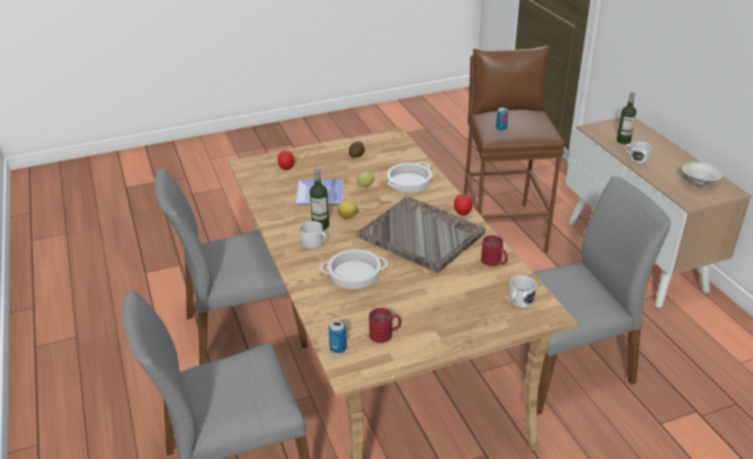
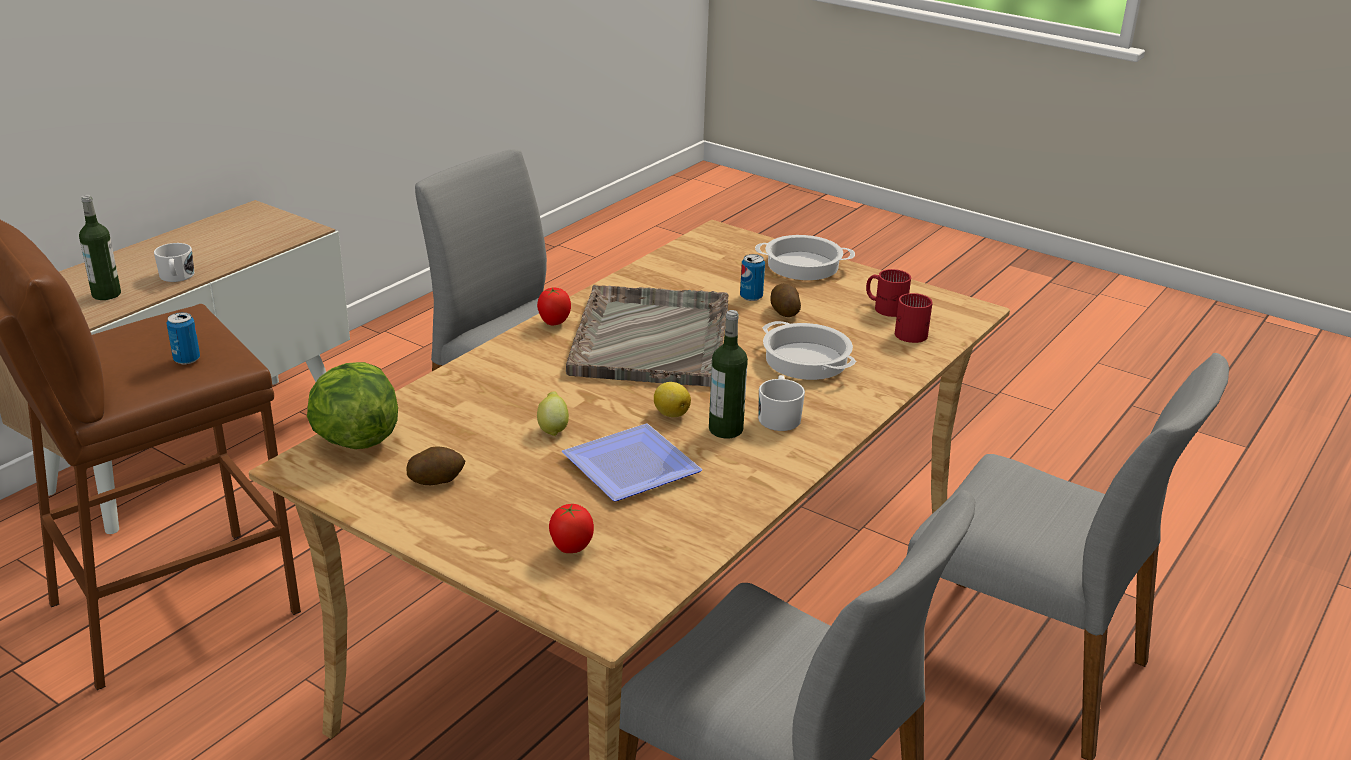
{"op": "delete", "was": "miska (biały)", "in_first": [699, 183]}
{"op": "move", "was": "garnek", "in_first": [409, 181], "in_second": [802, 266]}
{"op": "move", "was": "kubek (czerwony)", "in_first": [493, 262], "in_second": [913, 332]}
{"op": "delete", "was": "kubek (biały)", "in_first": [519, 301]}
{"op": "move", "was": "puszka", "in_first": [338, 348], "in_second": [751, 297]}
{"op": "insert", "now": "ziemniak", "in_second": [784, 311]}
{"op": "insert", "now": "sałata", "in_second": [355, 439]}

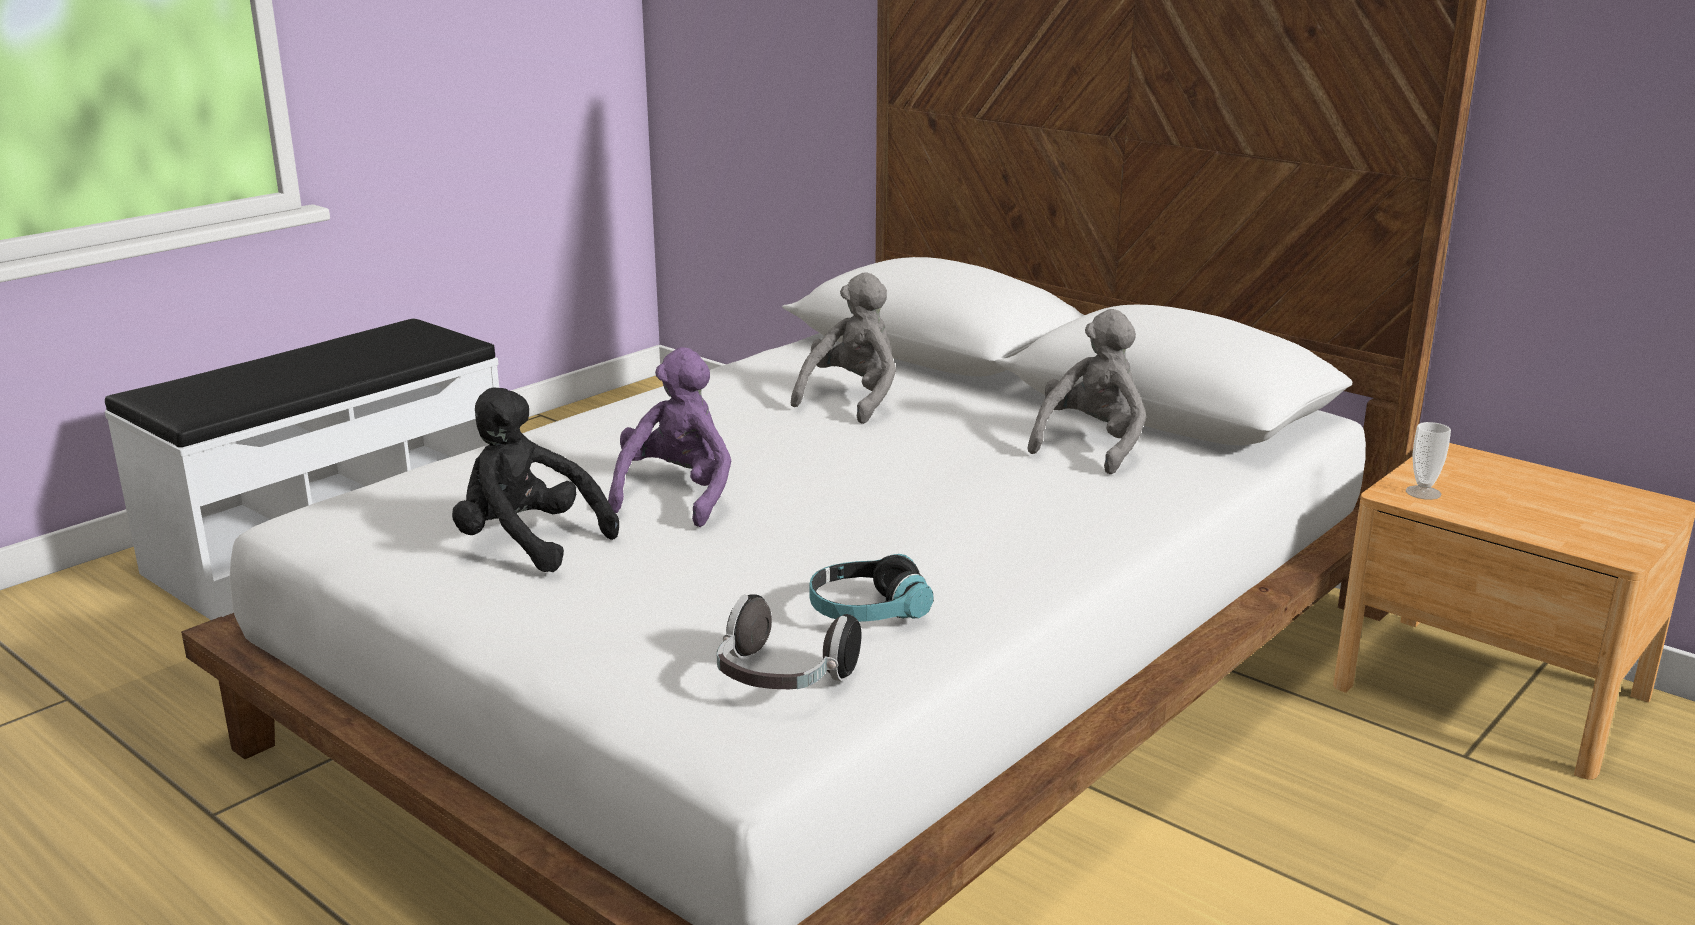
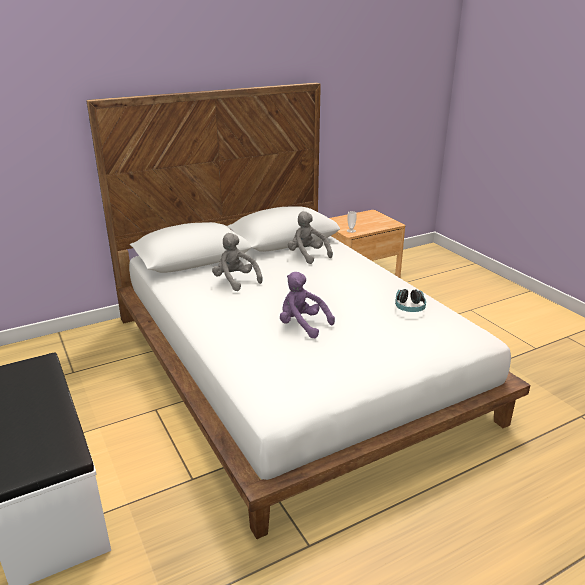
{"op": "delete", "was": "pluszak (czarny)", "in_first": [527, 543]}
{"op": "delete", "was": "słuchawki", "in_first": [782, 680]}

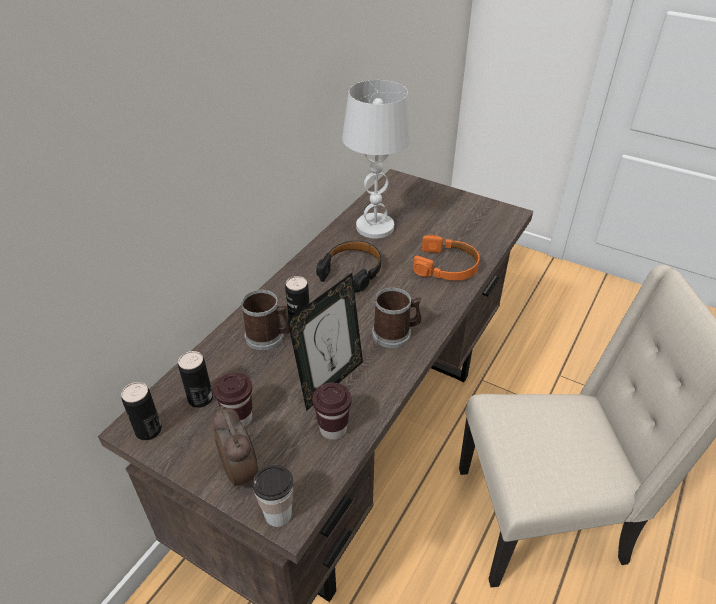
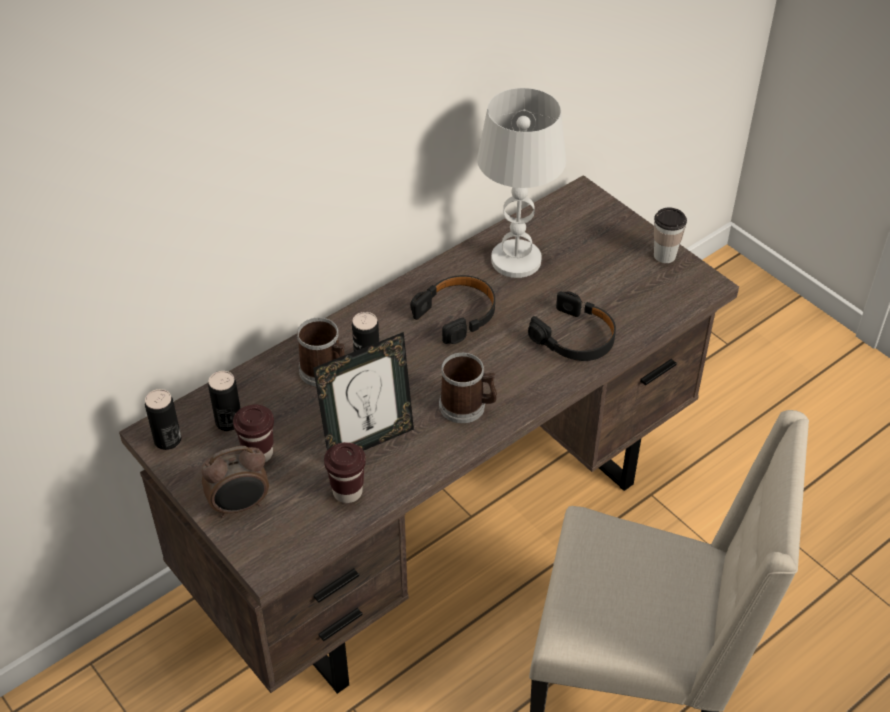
{"op": "recolor", "was": "słuchawki (pomarańczowy)", "now": "słuchawki (czarny)", "in_first": [446, 266], "in_second": [575, 338]}
{"op": "rotate", "was": "budzik", "in_first": [241, 471], "in_second": [240, 506], "clockwise": 75}
{"op": "move", "was": "filiżanka", "in_first": [278, 514], "in_second": [664, 255]}

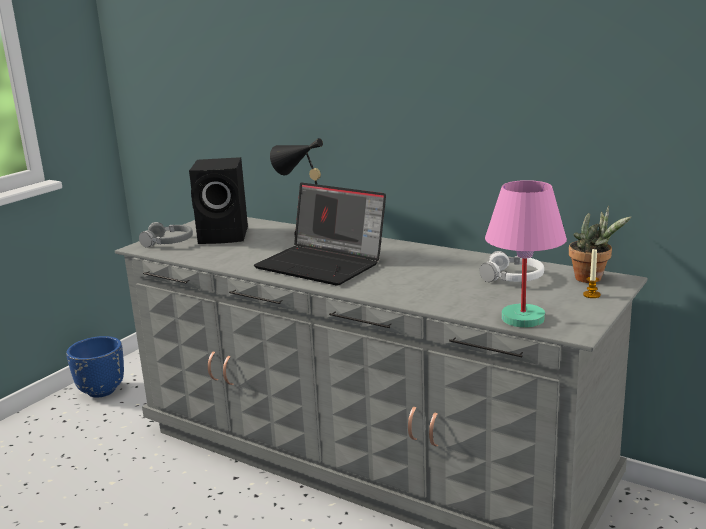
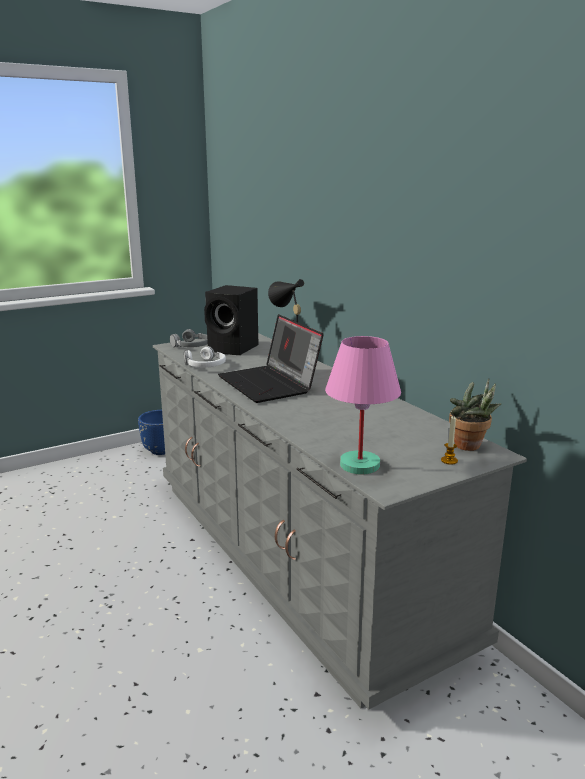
{"op": "move", "was": "słuchawki (biały)", "in_first": [513, 277], "in_second": [205, 365]}

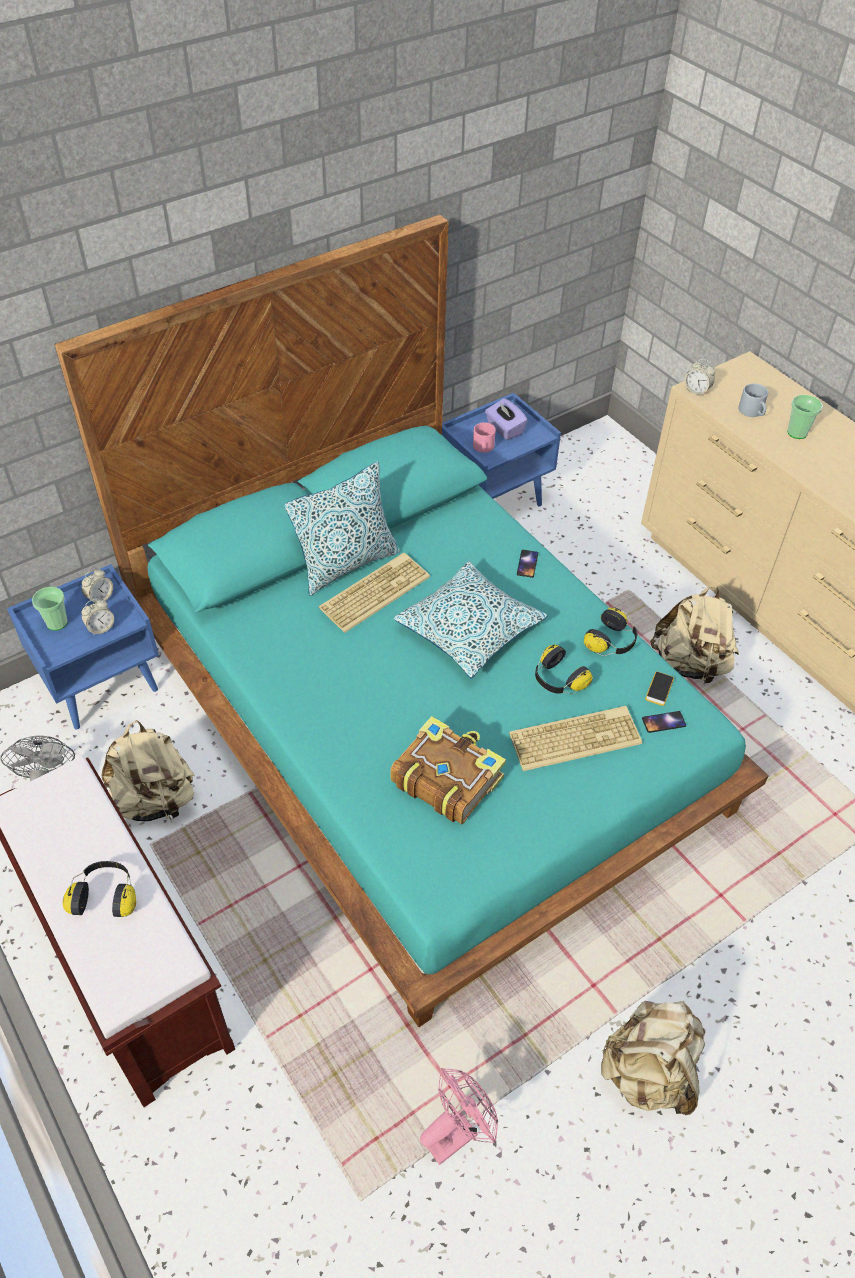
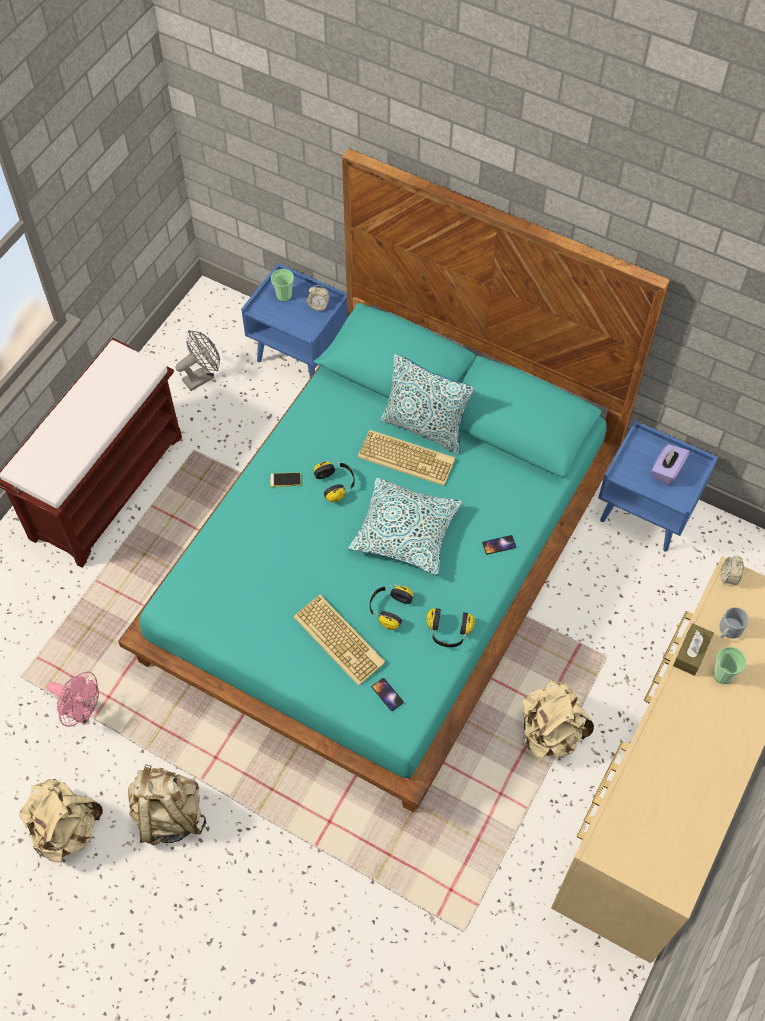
{"op": "delete", "was": "kubek (różowy)", "in_first": [483, 448]}
{"op": "delete", "was": "budzik", "in_first": [101, 628]}
{"op": "move", "was": "telefon", "in_first": [659, 689], "in_second": [285, 480]}
{"op": "delete", "was": "książka", "in_first": [446, 778]}
{"op": "move", "was": "plecak (beżowy)", "in_first": [155, 800], "in_second": [66, 828]}
{"op": "move", "was": "słuchawki", "in_first": [106, 896], "in_second": [336, 484]}
{"op": "insert", "now": "pudełko chusteczek (brązowy)", "in_second": [691, 653]}

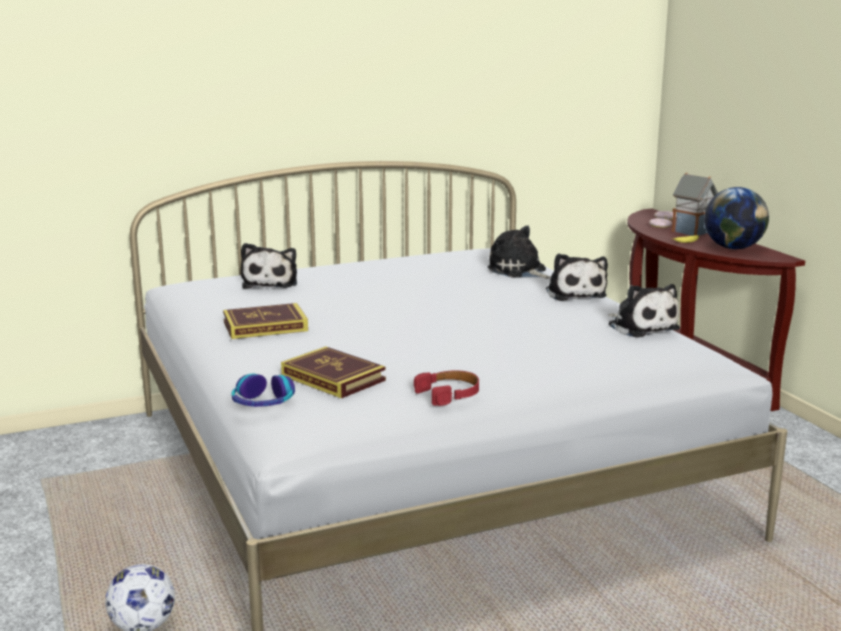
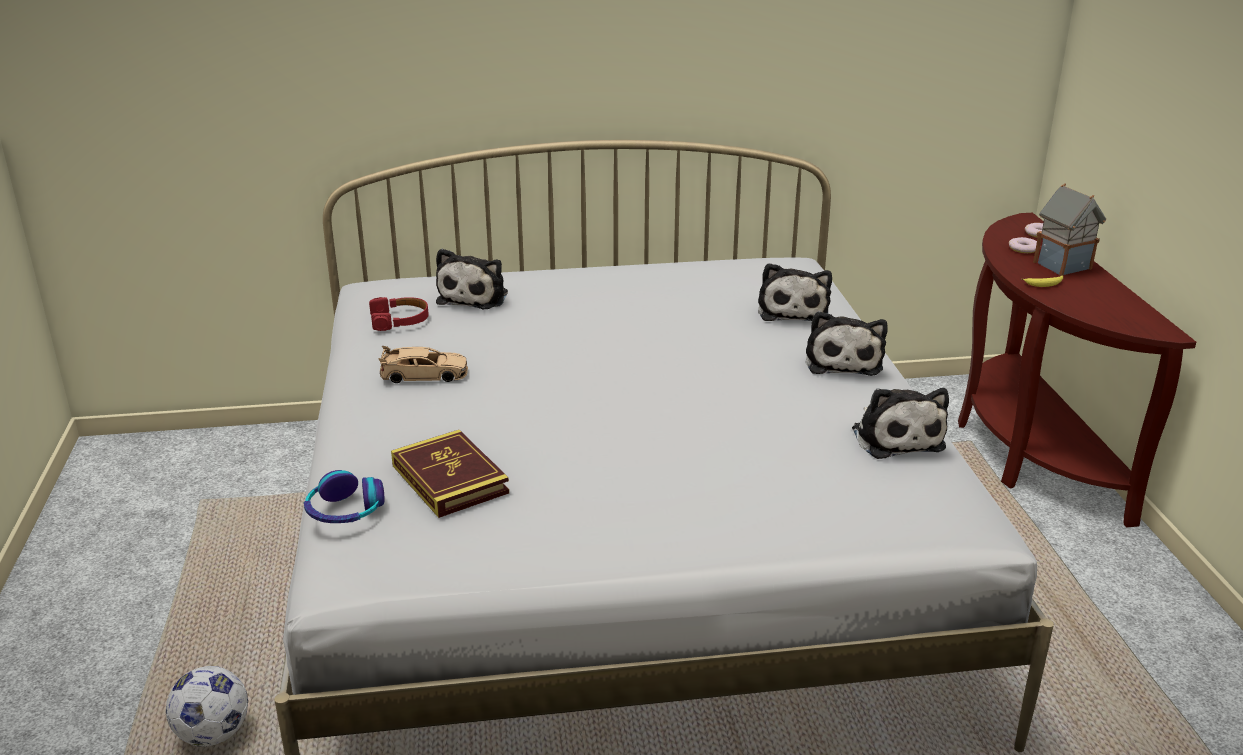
{"op": "delete", "was": "globus", "in_first": [733, 248]}
{"op": "rotate", "was": "pluszak", "in_first": [519, 271], "in_second": [792, 310], "clockwise": -150}
{"op": "replace", "was": "książka", "now": "samochodzik (beżowy)", "in_first": [265, 326], "in_second": [424, 375]}
{"op": "move", "was": "słuchawki (czerwony)", "in_first": [449, 394], "in_second": [400, 320]}

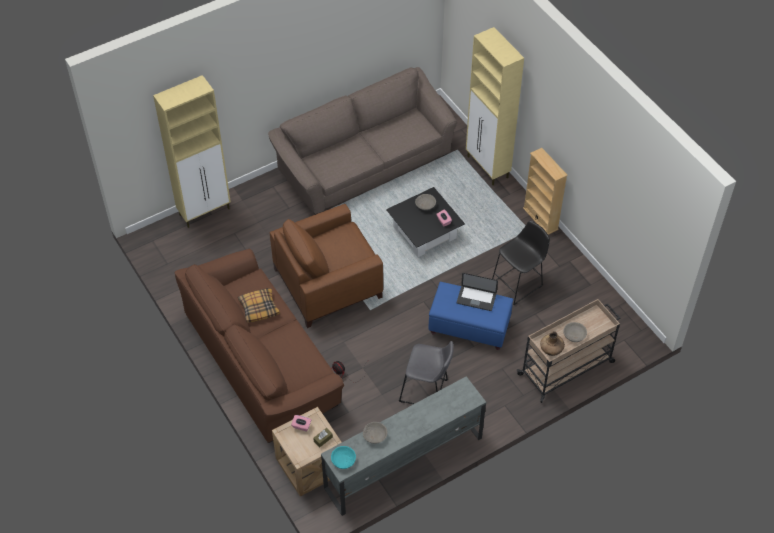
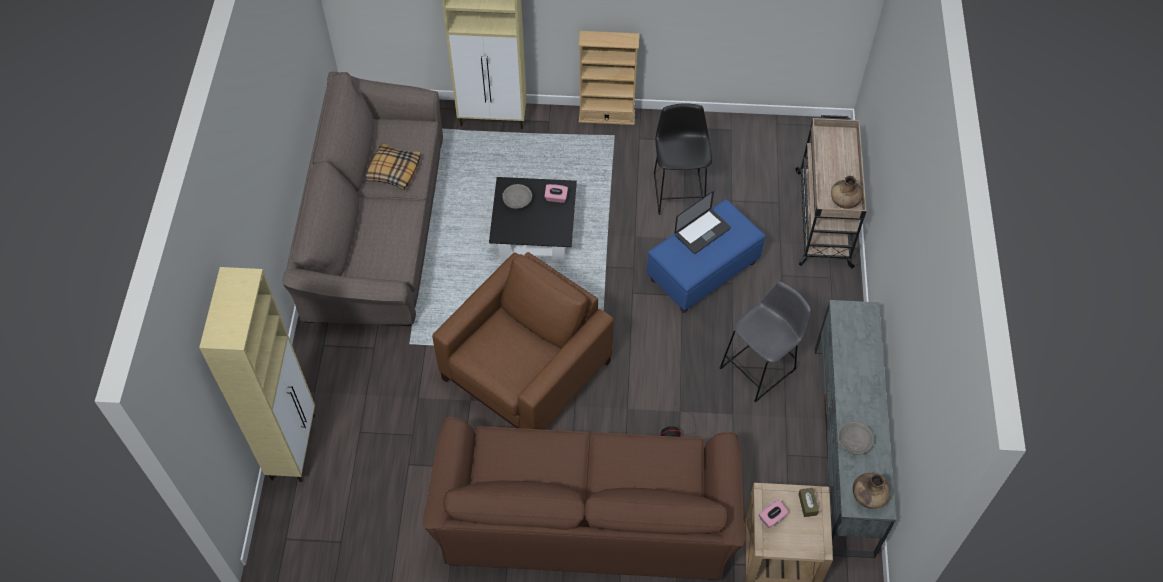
{"op": "rotate", "was": "fotel (brązowy)", "in_first": [328, 282], "in_second": [525, 372], "clockwise": -150}
{"op": "move", "was": "poduszka", "in_first": [259, 308], "in_second": [393, 171]}
{"op": "delete", "was": "miska (szary)", "in_first": [574, 335]}
{"op": "replace", "was": "miska (turkusowy)", "now": "wazon (brązowy)", "in_first": [343, 460], "in_second": [868, 497]}

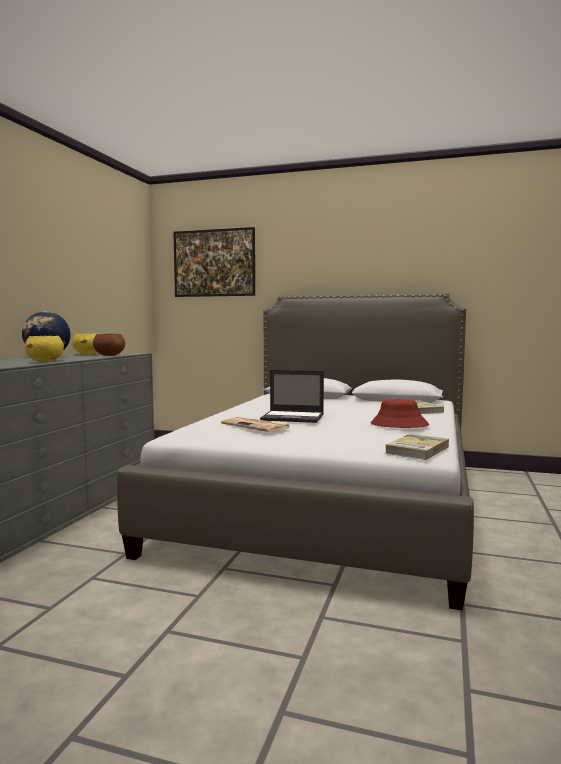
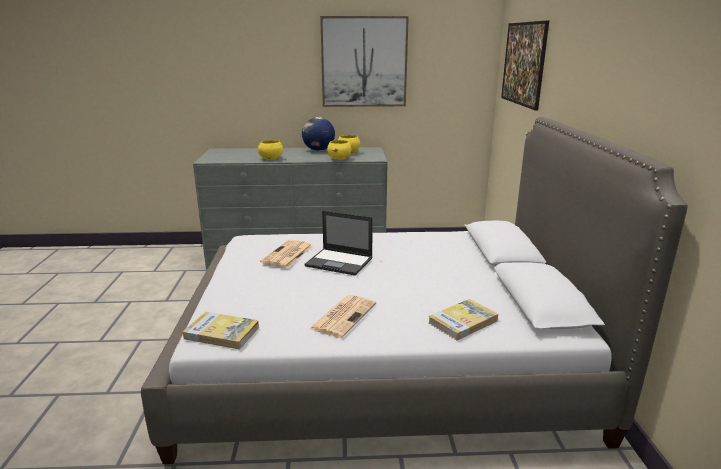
{"op": "recolor", "was": "miska (brązowy)", "now": "miska (żółty)", "in_first": [109, 355], "in_second": [339, 159]}
{"op": "rotate", "was": "laptop", "in_first": [293, 417], "in_second": [340, 262], "clockwise": -60}
{"op": "replace", "was": "kapelusz (czerwony)", "now": "gazeta", "in_first": [399, 425], "in_second": [343, 316]}
{"op": "insert", "now": "obraz", "in_second": [364, 62]}

